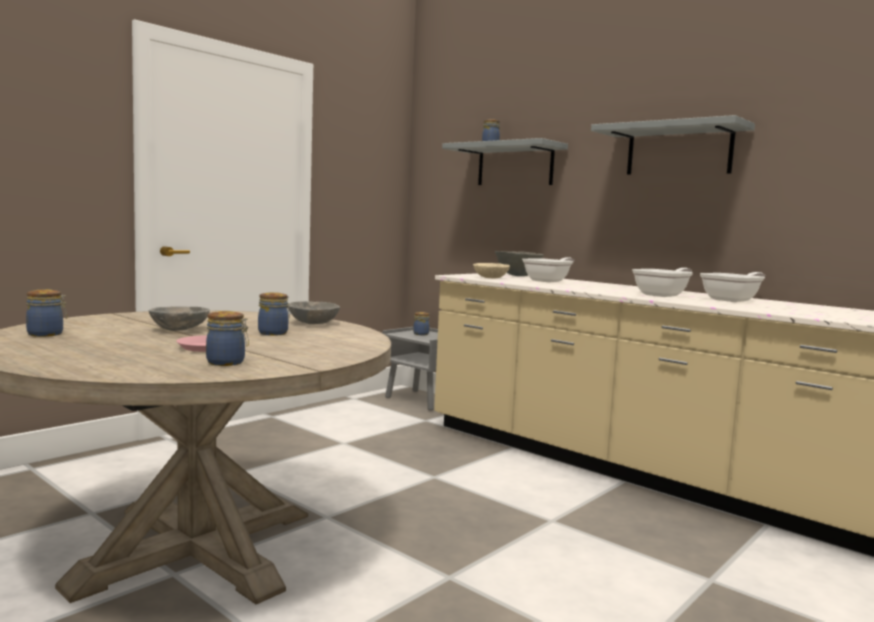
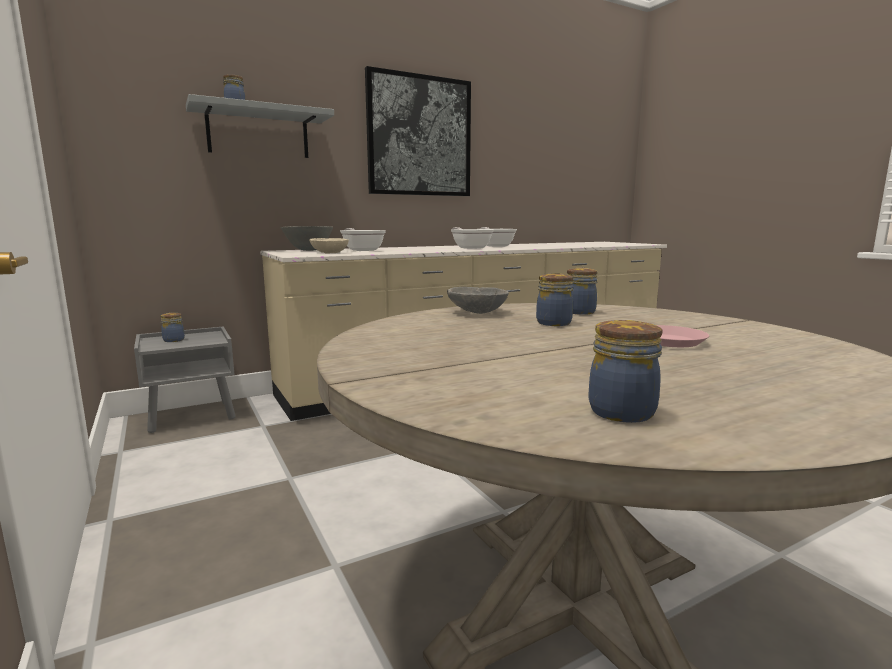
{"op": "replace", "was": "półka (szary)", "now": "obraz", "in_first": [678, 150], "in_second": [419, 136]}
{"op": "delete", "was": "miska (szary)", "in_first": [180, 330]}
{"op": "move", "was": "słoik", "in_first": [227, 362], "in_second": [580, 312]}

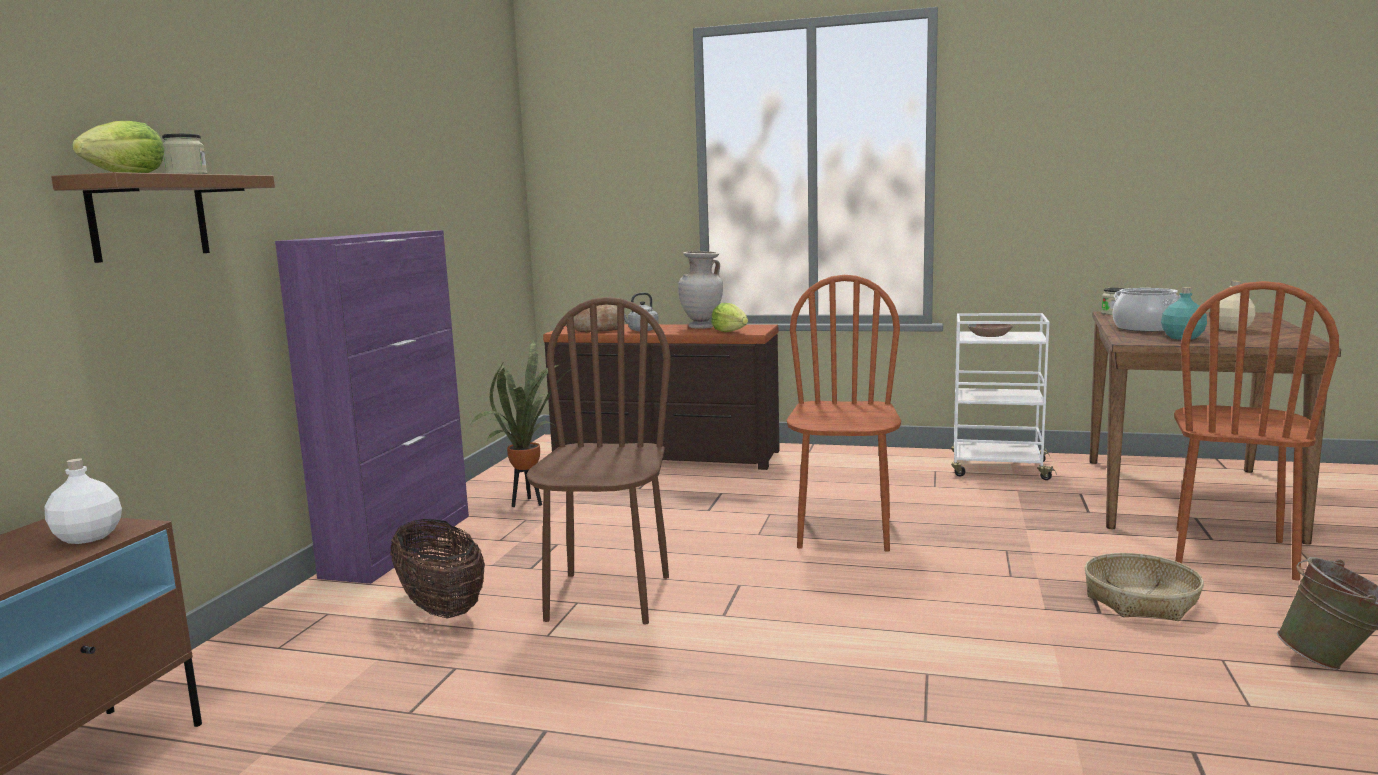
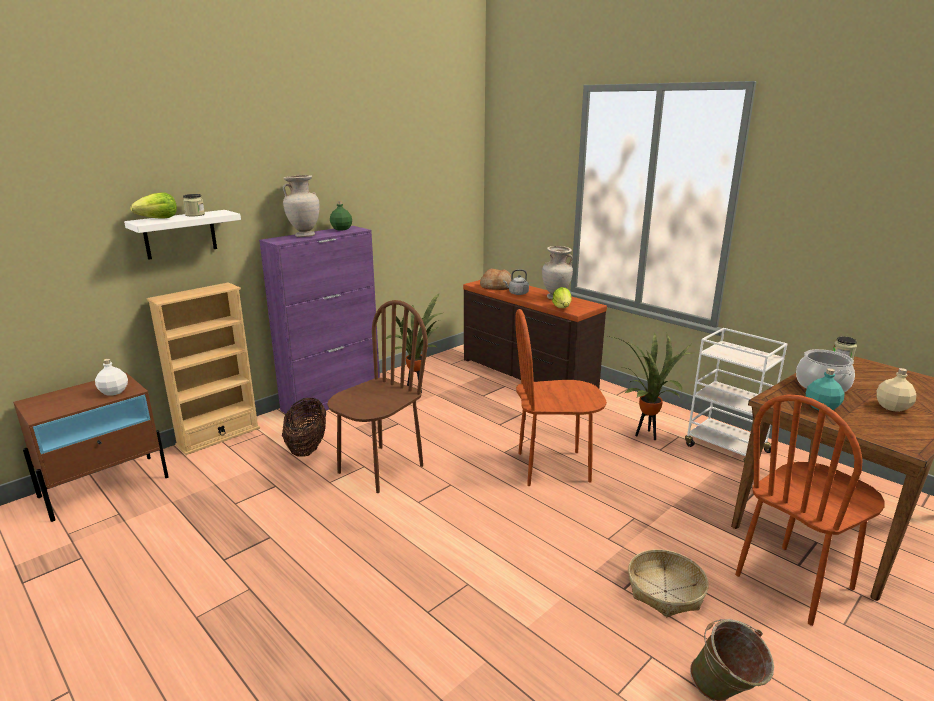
{"op": "recolor", "was": "półka (brązowy)", "now": "półka (biały)", "in_first": [149, 217], "in_second": [180, 234]}
{"op": "rotate", "was": "krzesło (brązowy)", "in_first": [843, 532], "in_second": [553, 467], "clockwise": -135}
{"op": "delete", "was": "miska (brązowy)", "in_first": [990, 335]}
{"op": "insert", "now": "wazon (beżowy)", "in_second": [304, 236]}
{"op": "insert", "now": "butelka (zielony)", "in_second": [342, 229]}
{"op": "insert", "now": "regał (beżowy)", "in_second": [218, 436]}
{"op": "insert", "now": "roślina doniczkowa", "in_second": [645, 435]}

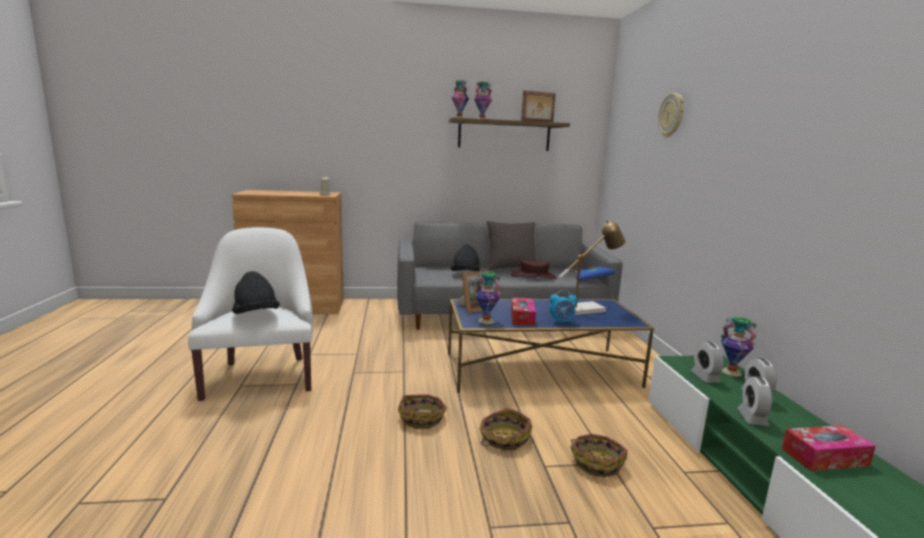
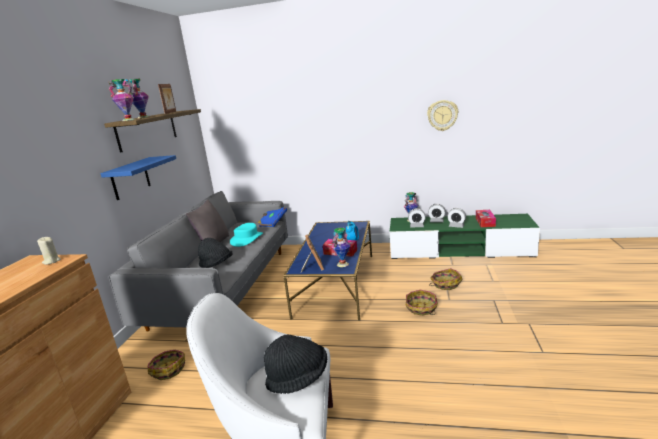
{"op": "move", "was": "zegar ścienny", "in_first": [671, 115], "in_second": [442, 115]}
{"op": "delete", "was": "lampa stołowa", "in_first": [588, 309]}
{"op": "recolor", "was": "kapelusz (brązowy)", "now": "kapelusz (turkusowy)", "in_first": [533, 276], "in_second": [247, 239]}
{"op": "move", "was": "koszyk", "in_first": [422, 418], "in_second": [168, 369]}
{"op": "insert", "now": "półka (niebieski)", "in_second": [130, 178]}

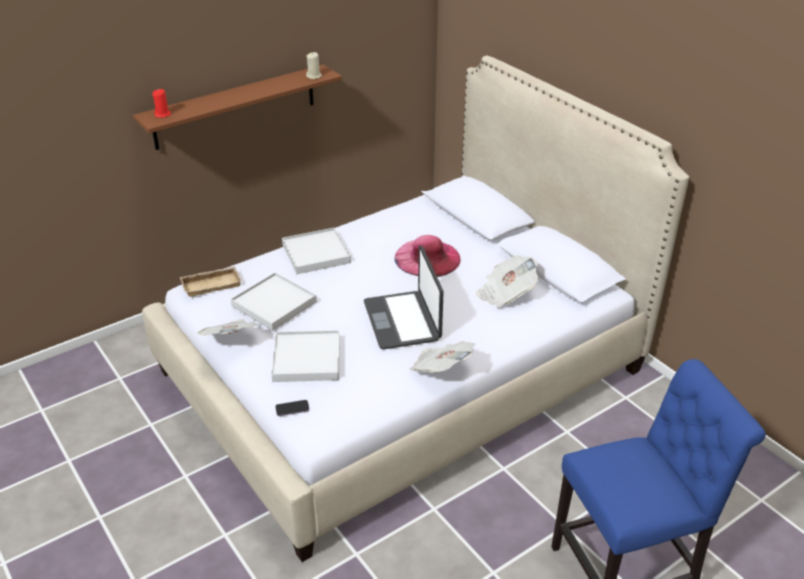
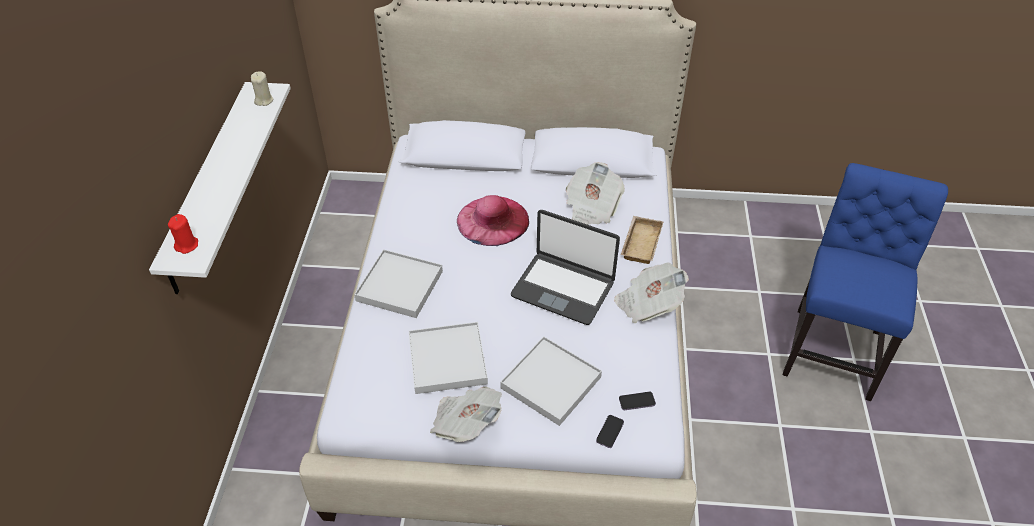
{"op": "recolor", "was": "półka (brązowy)", "now": "półka (biały)", "in_first": [235, 107], "in_second": [209, 186]}
{"op": "move", "was": "taca (beżowy)", "in_first": [212, 284], "in_second": [640, 242]}
{"op": "insert", "now": "telefon", "in_second": [637, 401]}

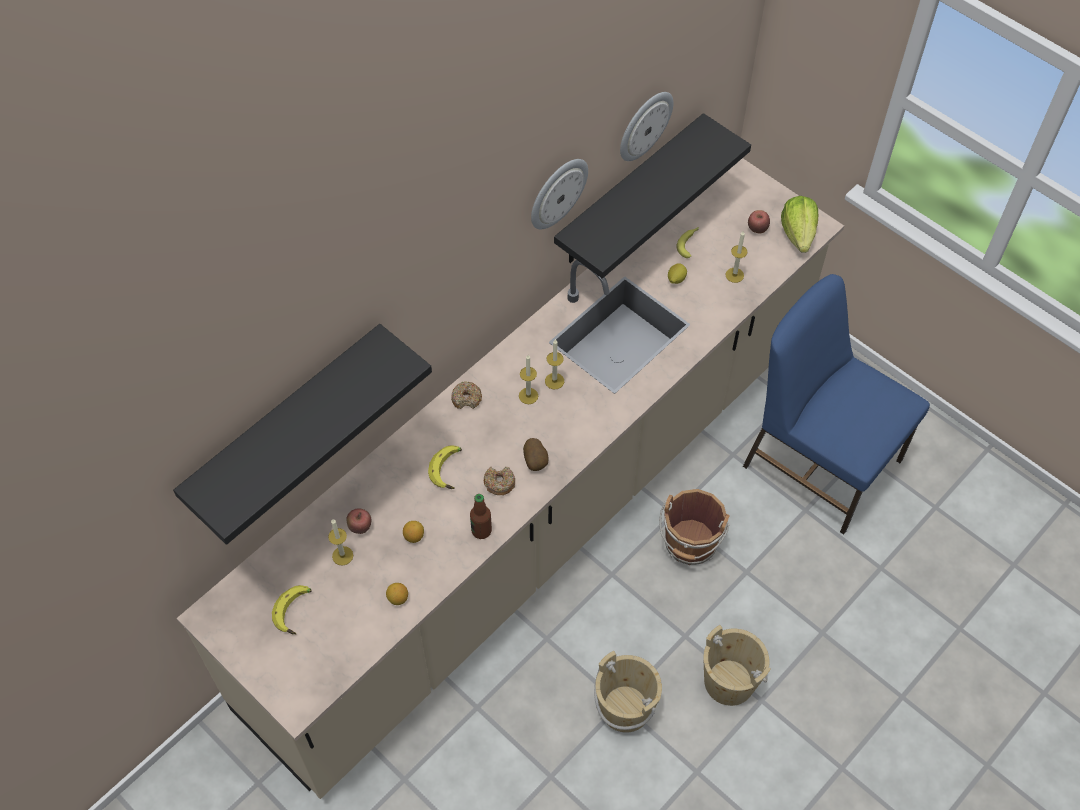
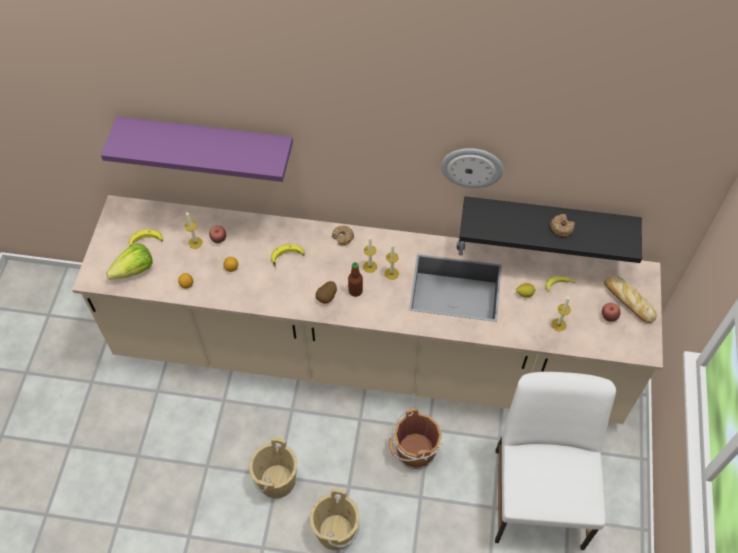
{"op": "delete", "was": "zegar ścienny", "in_first": [644, 125]}
{"op": "move", "was": "sałata", "in_first": [798, 234], "in_second": [134, 270]}
{"op": "recolor", "was": "krzesło (niebieski)", "now": "krzesło (biały)", "in_first": [820, 460], "in_second": [539, 495]}
{"op": "recolor", "was": "półka (czarny)", "now": "półka (fioletowy)", "in_first": [285, 422], "in_second": [207, 142]}
{"op": "move", "was": "donut", "in_first": [499, 483], "in_second": [561, 227]}
{"op": "move", "was": "butelka", "in_first": [481, 530], "in_second": [355, 291]}
{"op": "insert", "now": "chleb", "in_second": [627, 300]}

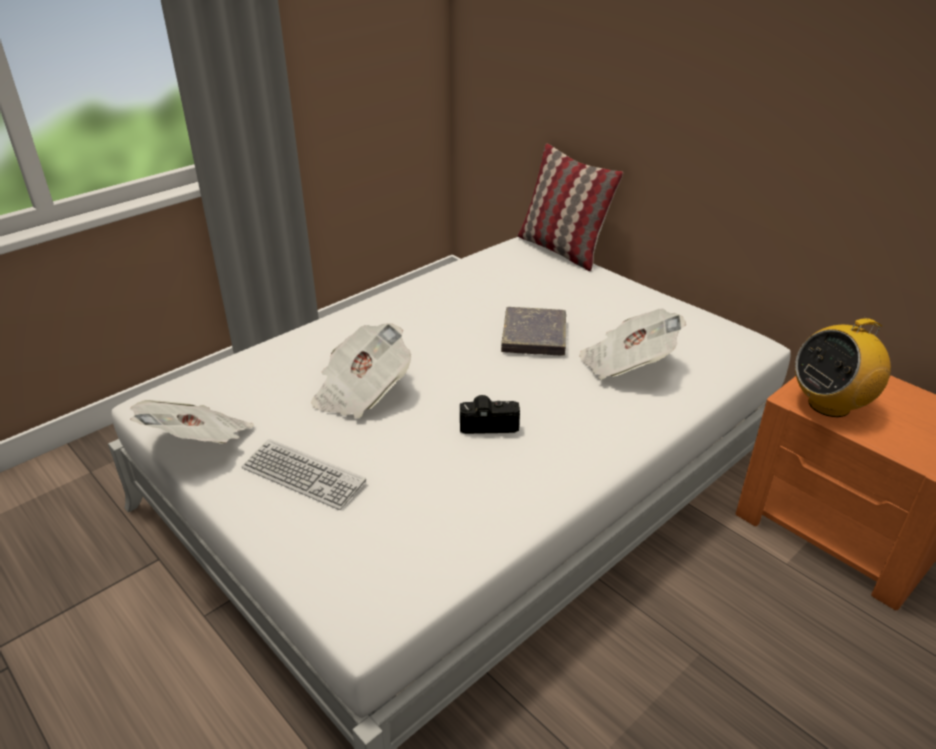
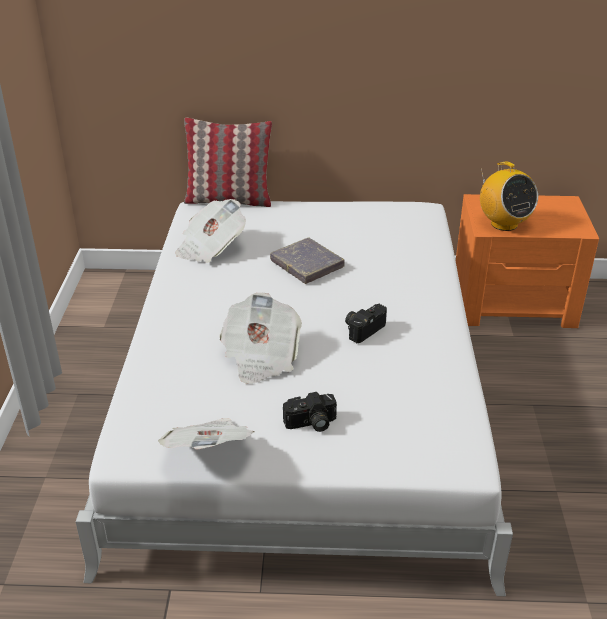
{"op": "move", "was": "gazeta", "in_first": [626, 364], "in_second": [210, 248]}
{"op": "rotate", "was": "radio", "in_first": [829, 404], "in_second": [503, 224], "clockwise": -45}
{"op": "replace", "was": "klawiatura", "now": "aparat fotograficzny", "in_first": [303, 475], "in_second": [311, 424]}

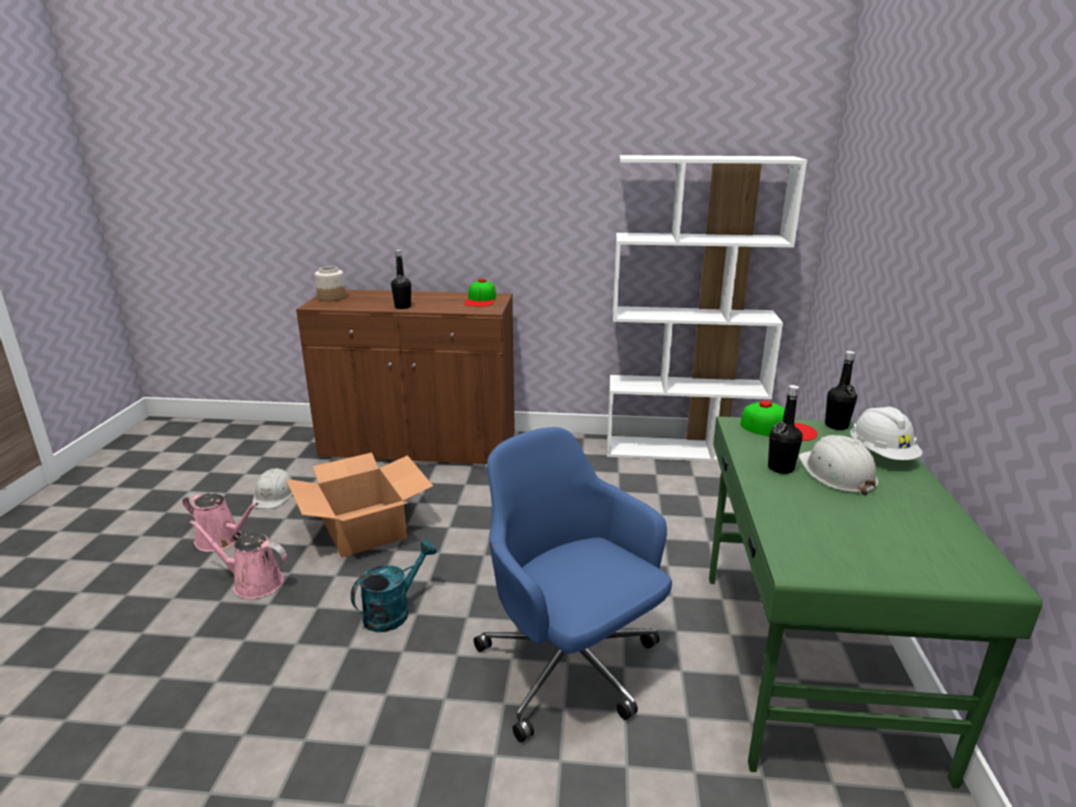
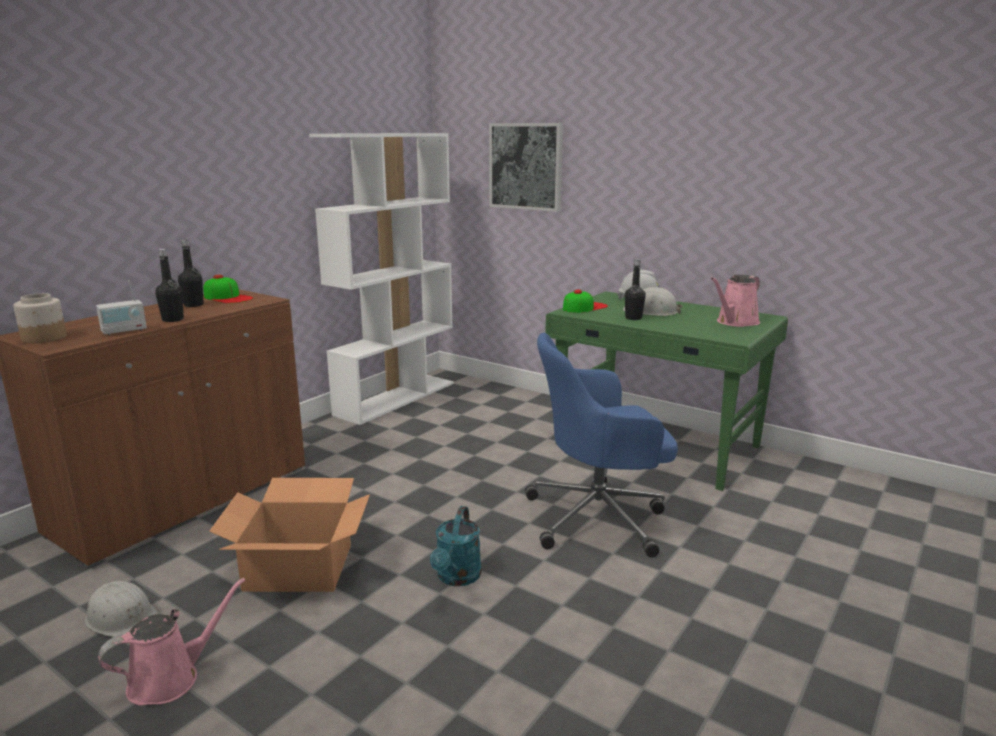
{"op": "move", "was": "butelka (czarny)", "in_first": [836, 425], "in_second": [193, 305]}
{"op": "move", "was": "konewka (różowy)", "in_first": [253, 582], "in_second": [735, 322]}
{"op": "rotate", "was": "konewka (turkusowy)", "in_first": [393, 611], "in_second": [457, 578], "clockwise": -150}
{"op": "insert", "now": "obraz", "in_second": [526, 166]}
{"op": "insert", "now": "radio", "in_second": [124, 331]}

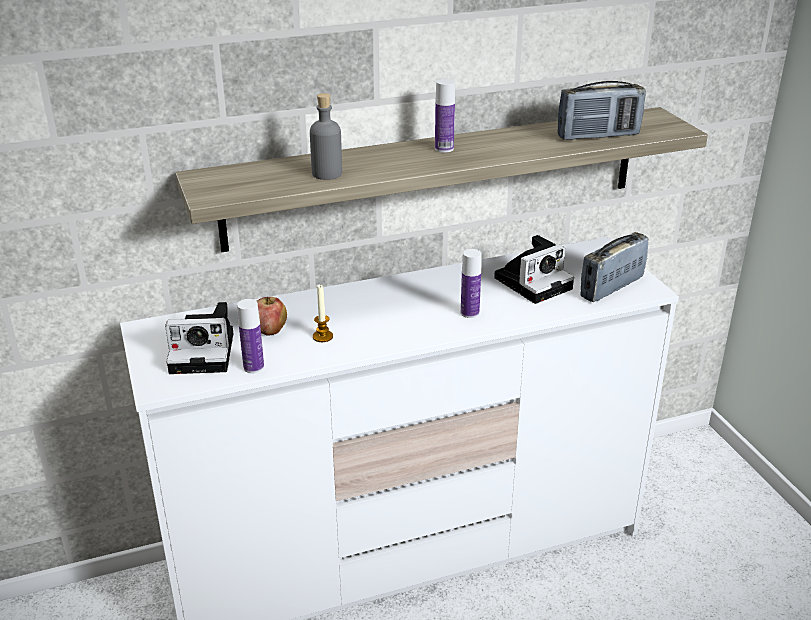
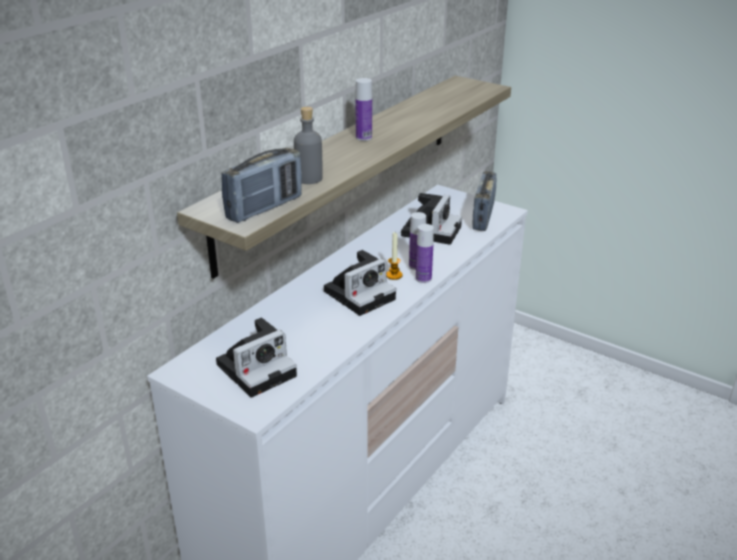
{"op": "move", "was": "radio", "in_first": [598, 136], "in_second": [264, 208]}
{"op": "move", "was": "świeca", "in_first": [322, 336], "in_second": [394, 275]}
{"op": "delete", "was": "jabłko", "in_first": [270, 331]}
{"op": "move", "was": "butelka", "in_first": [253, 367], "in_second": [423, 278]}
{"op": "insert", "now": "aparat fotograficzny", "in_second": [361, 294]}

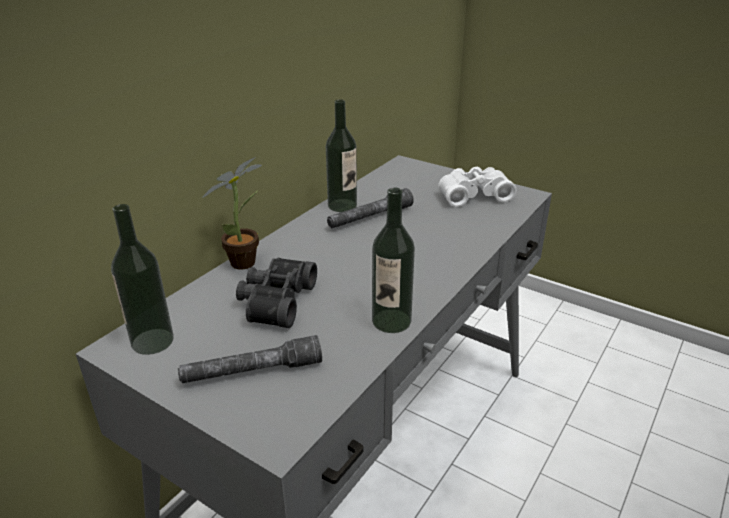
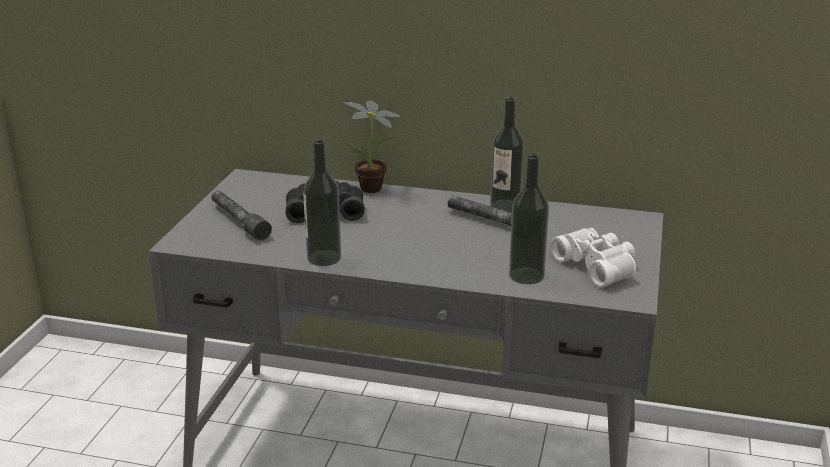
{"op": "move", "was": "butelka", "in_first": [152, 341], "in_second": [526, 275]}

